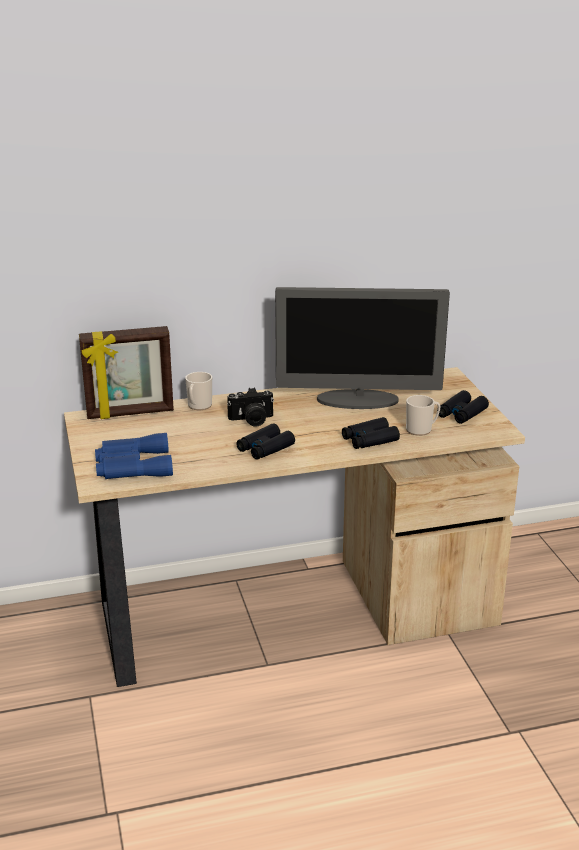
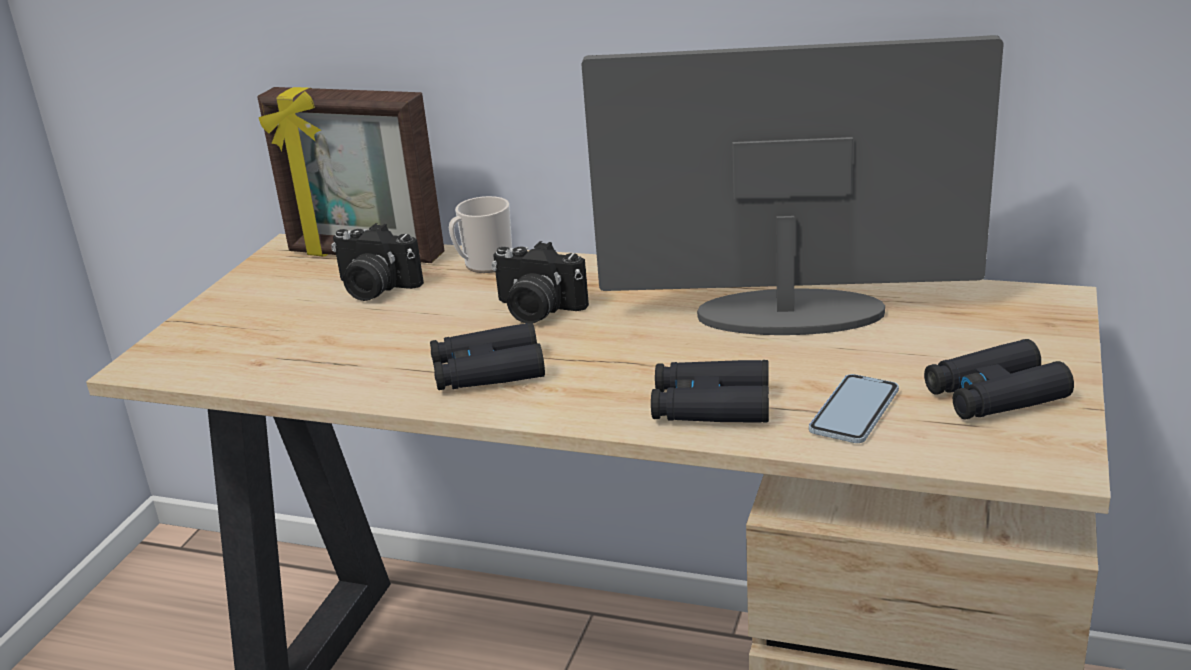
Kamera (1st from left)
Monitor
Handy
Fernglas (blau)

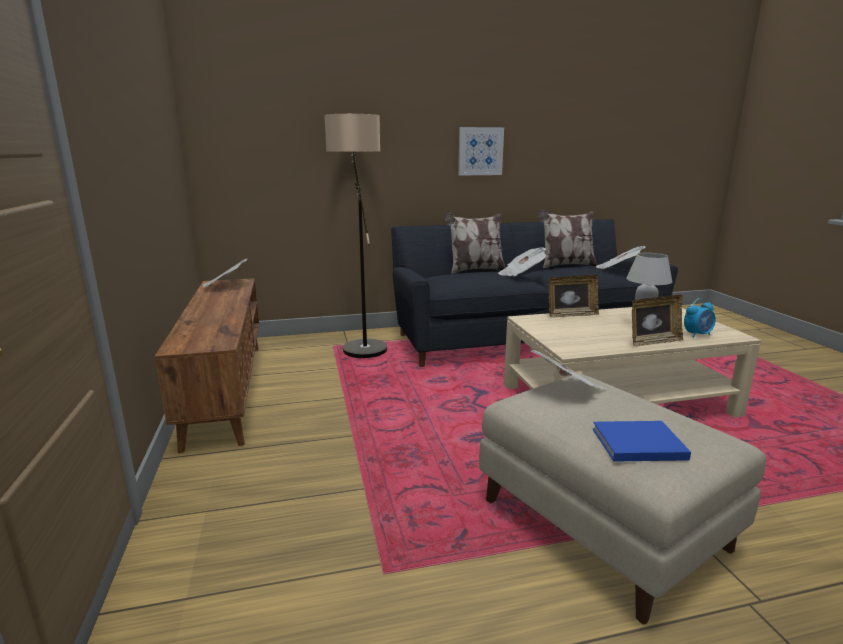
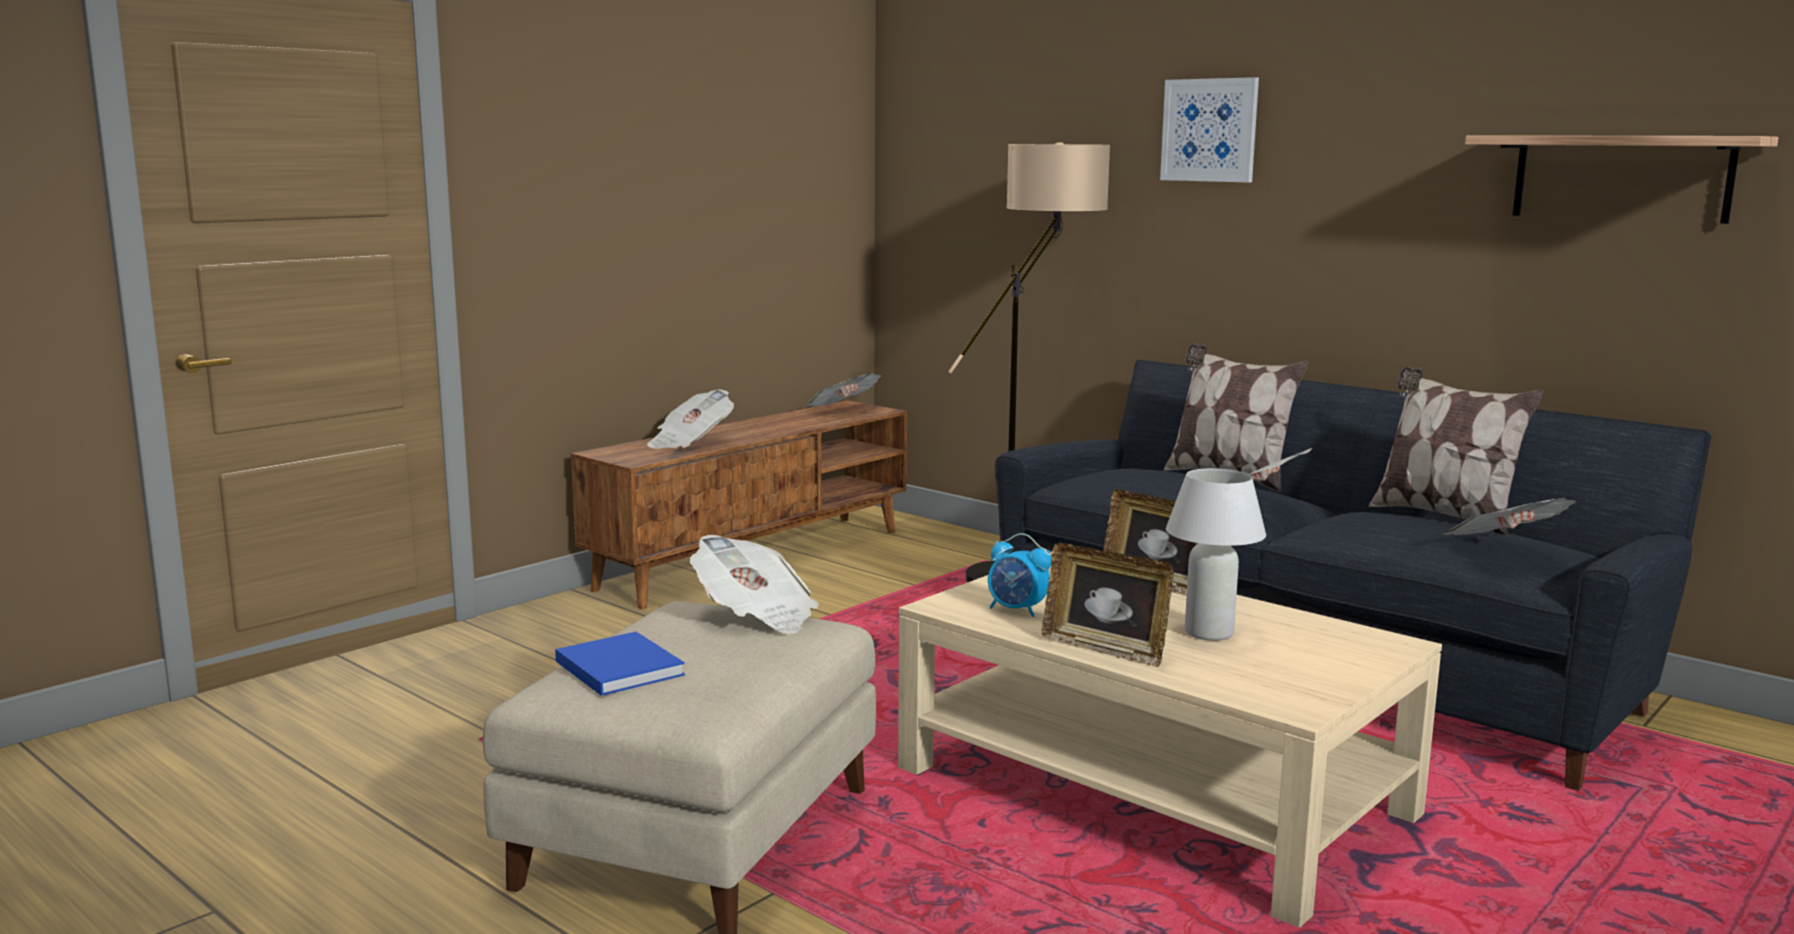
Zeitung (1st from left)
Wecker
Bild
Wandregal

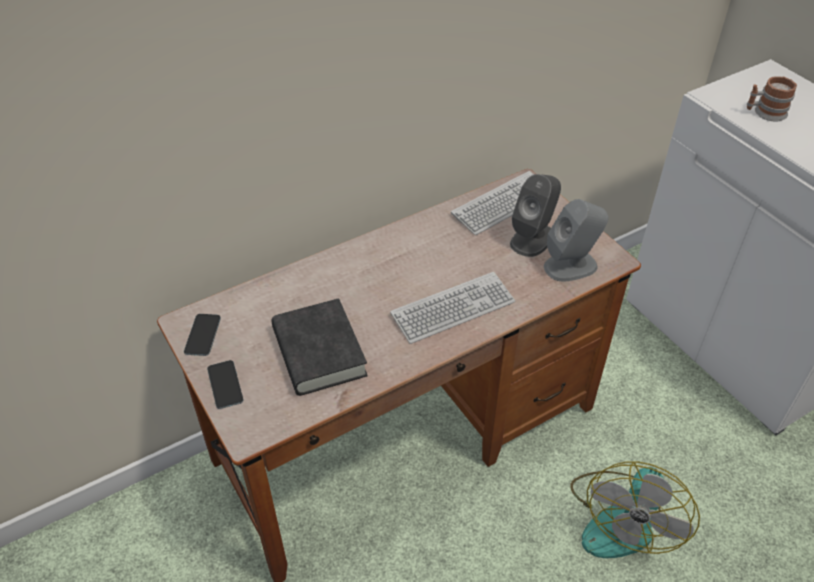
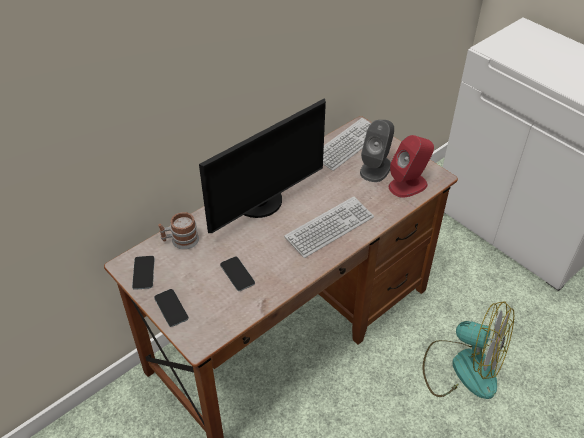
Henkelbecher
Monitor
Handy (3rd from left)
Lautsprecher (rot)
Ventilator

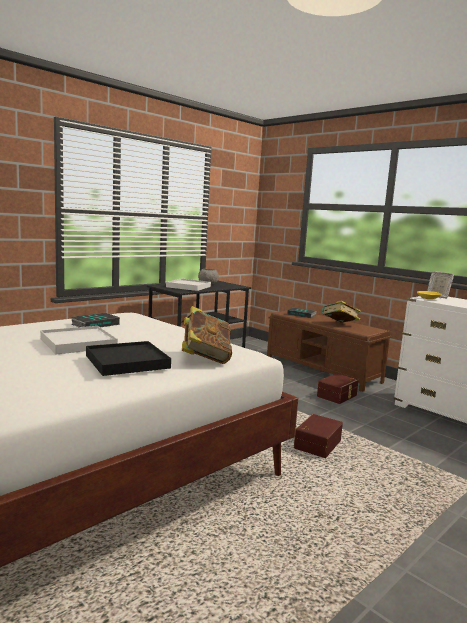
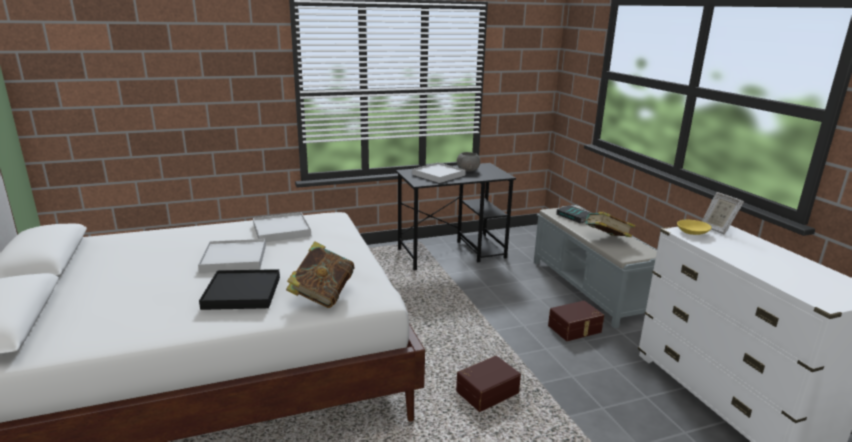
Tablett (weiß) (2nd from left)
Bank (grau)

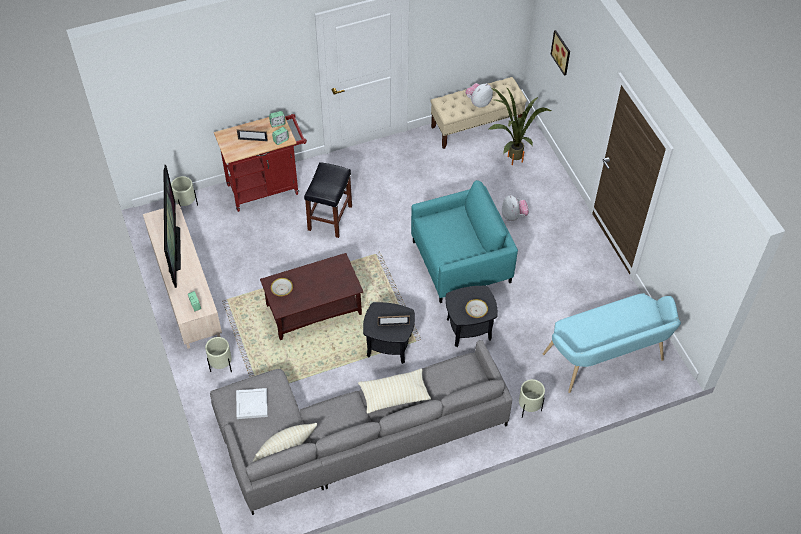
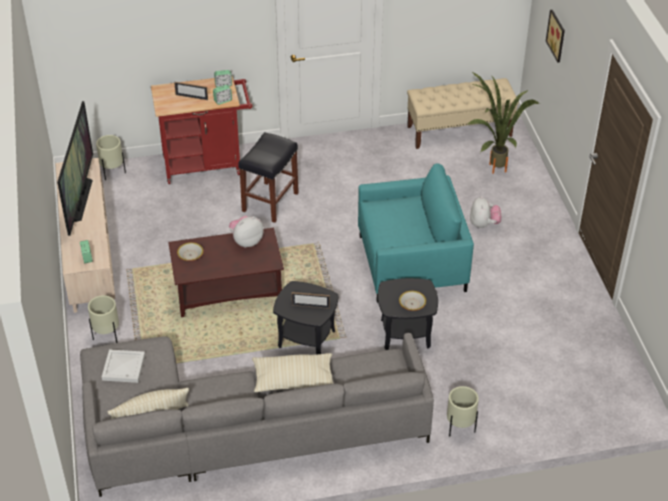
Plüschtier (1st from left)
Bank (türkis)

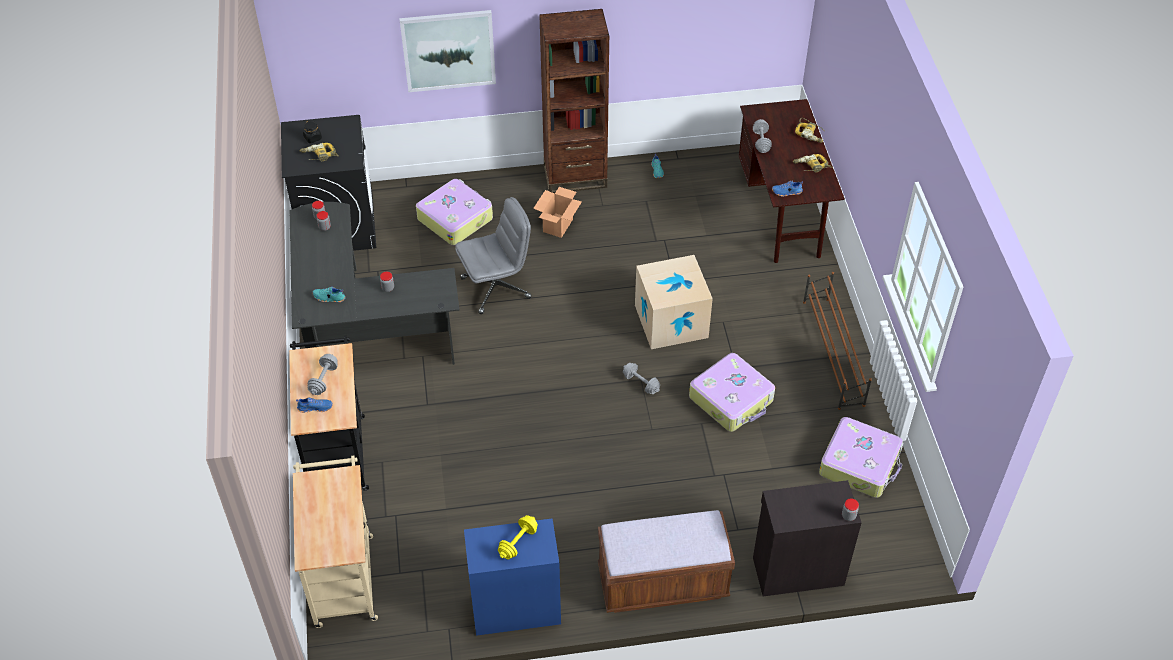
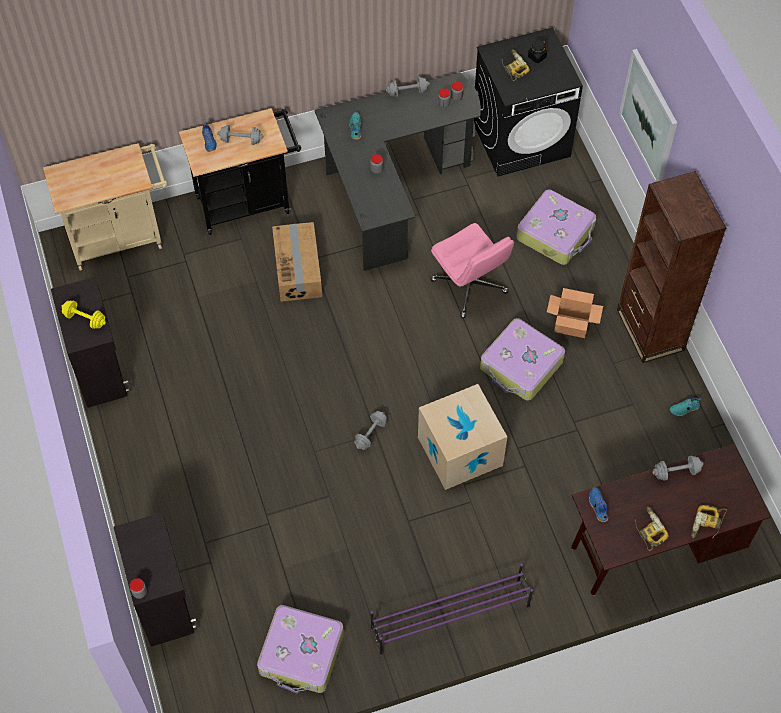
Schrank (schwarz) (1st from left)
Karton (1st from left)
Schuhregal (lila)
Hantel (grau) (3rd from left)
Bürostuhl (rosa)
Koffer (2nd from left)
Bank (braun)

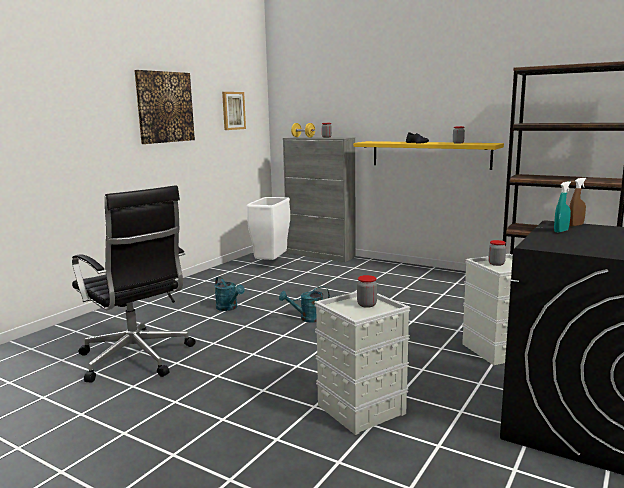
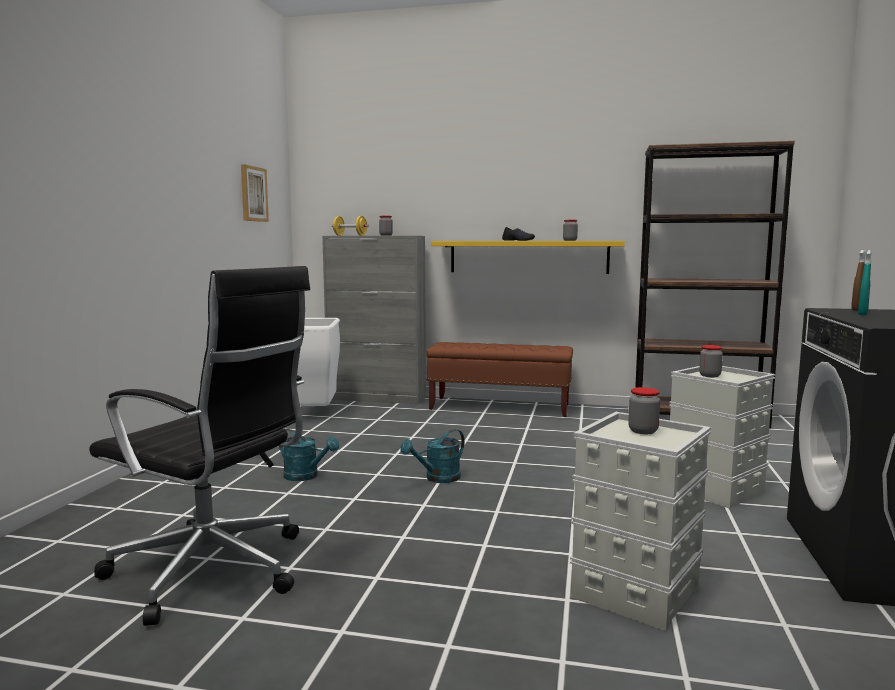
Bank (braun)
Bild (1st from left in the first image)

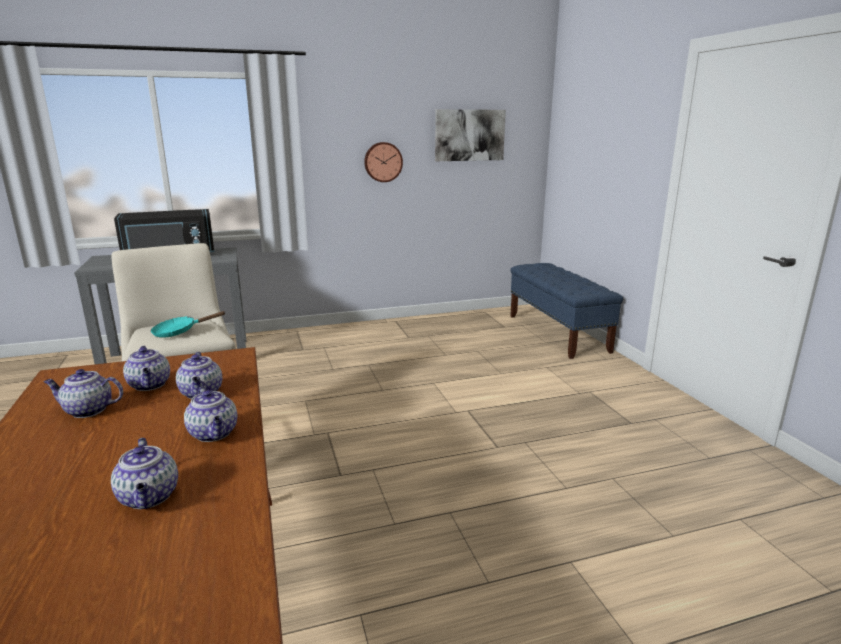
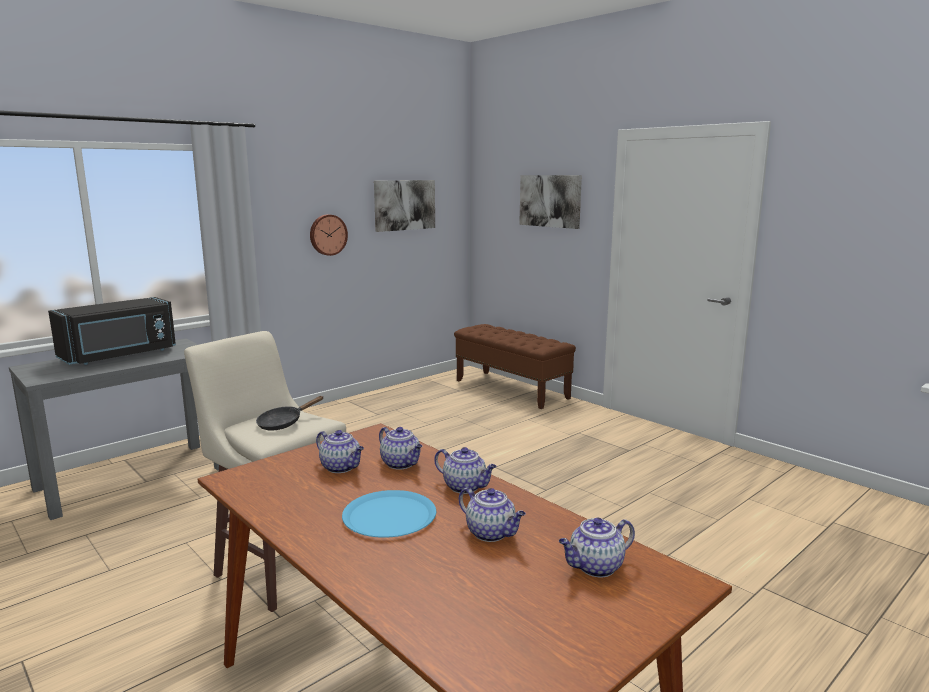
Pfanne (schwarz)
Teller (blau)
Bank (braun)
Bild (2nd from left)
Teekanne (5th from left)

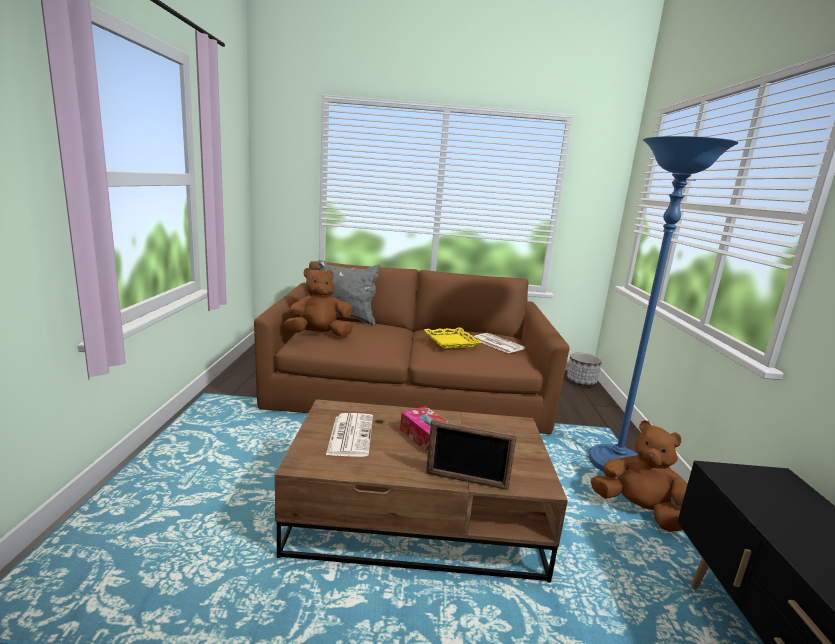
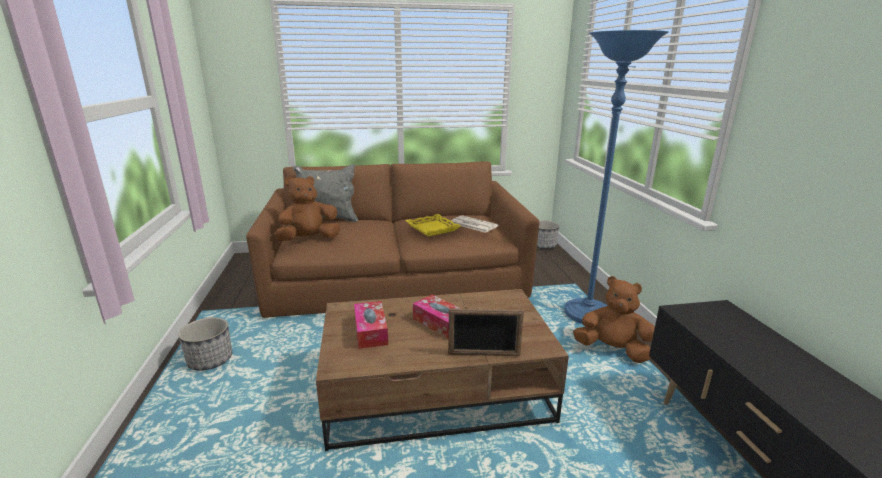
Pflanzkübel (1st from left)
Taschentuchbox (1st from left)

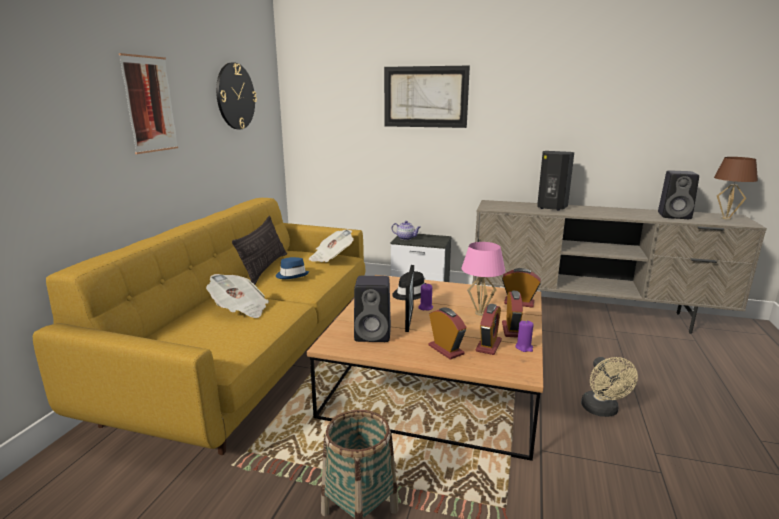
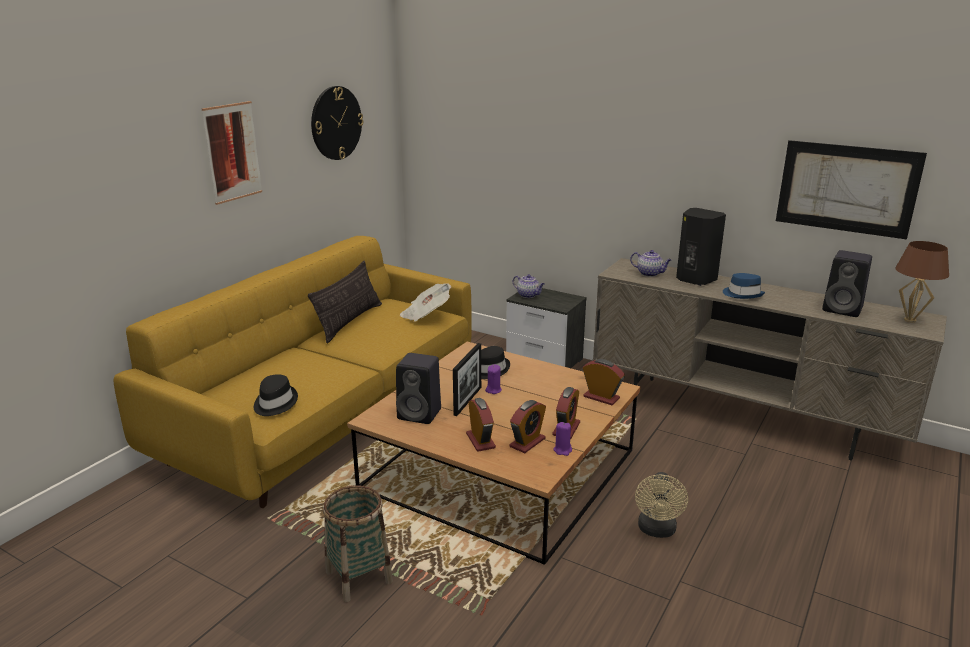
Hut (schwarz) (1st from left)
Teekanne (2nd from left)
Hut (blau)
Bild (2nd from left)
Zeitung (1st from left in the first image)
Tischlampe (rosa)

